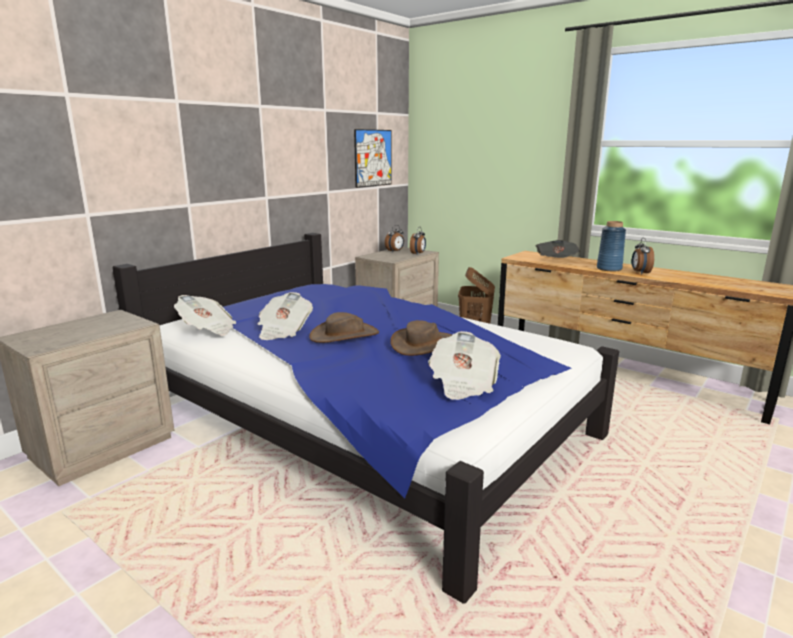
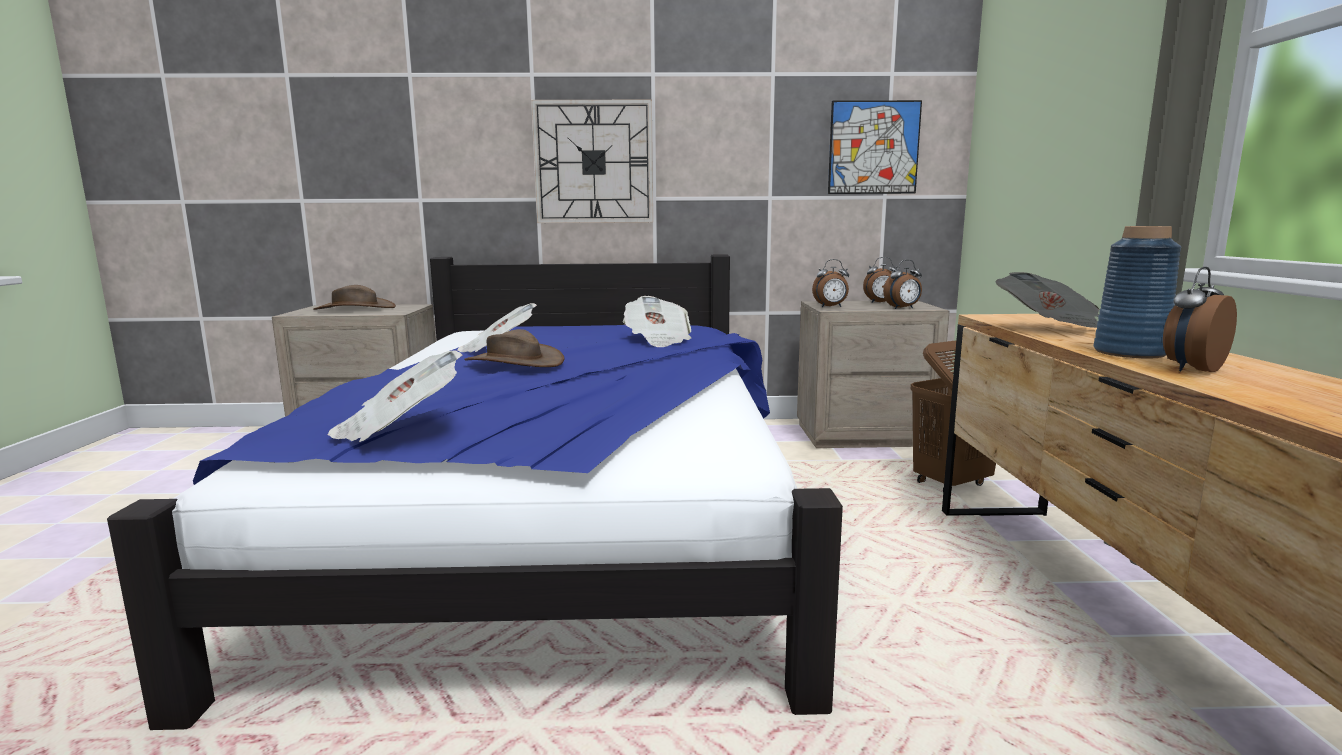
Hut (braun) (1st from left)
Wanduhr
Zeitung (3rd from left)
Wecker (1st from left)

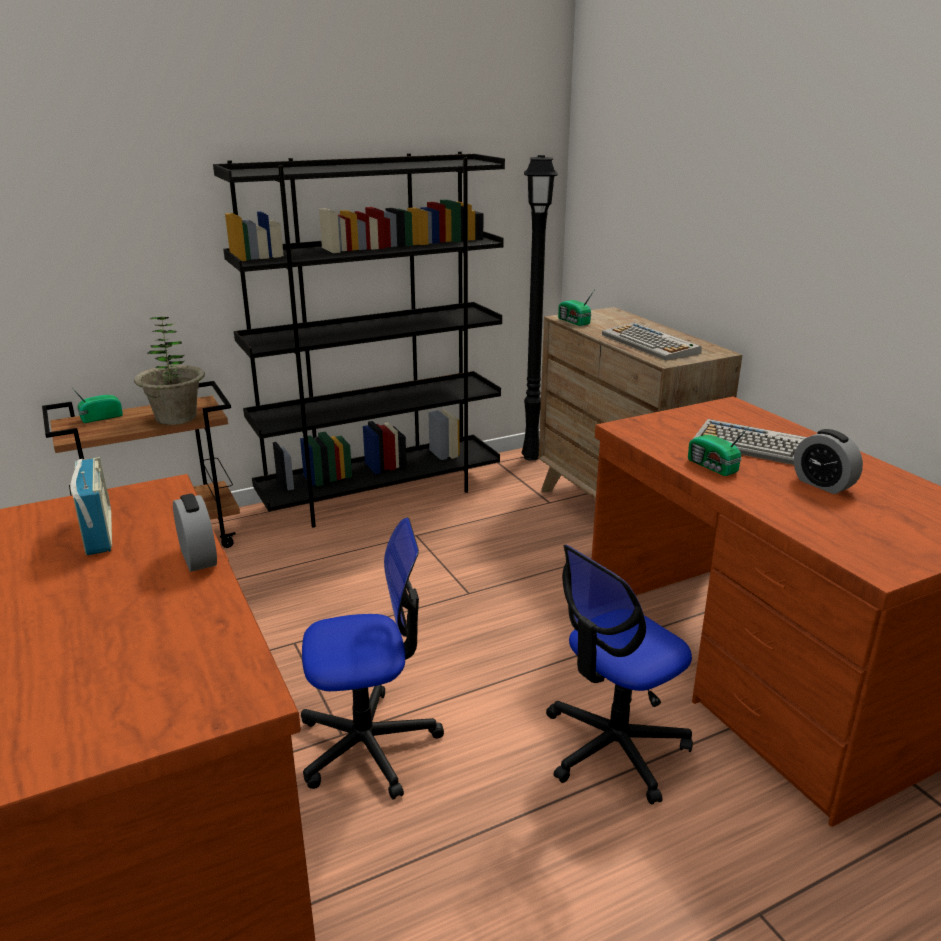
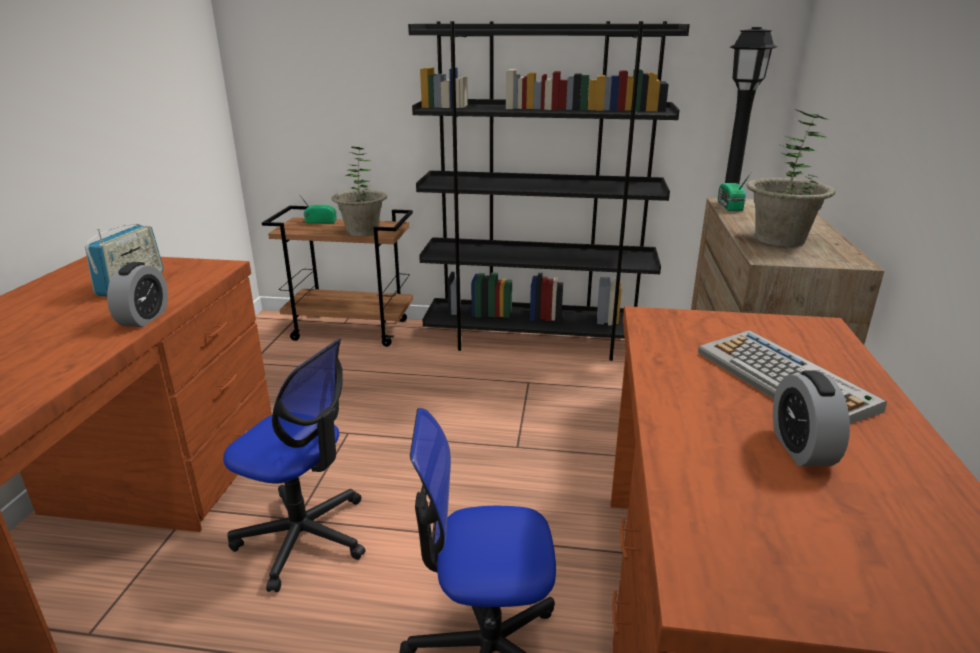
Topfpflanze (2nd from left)
Radio (4th from left in the first image)

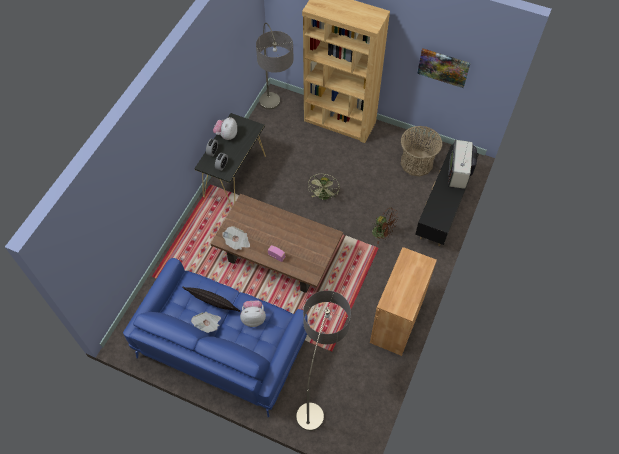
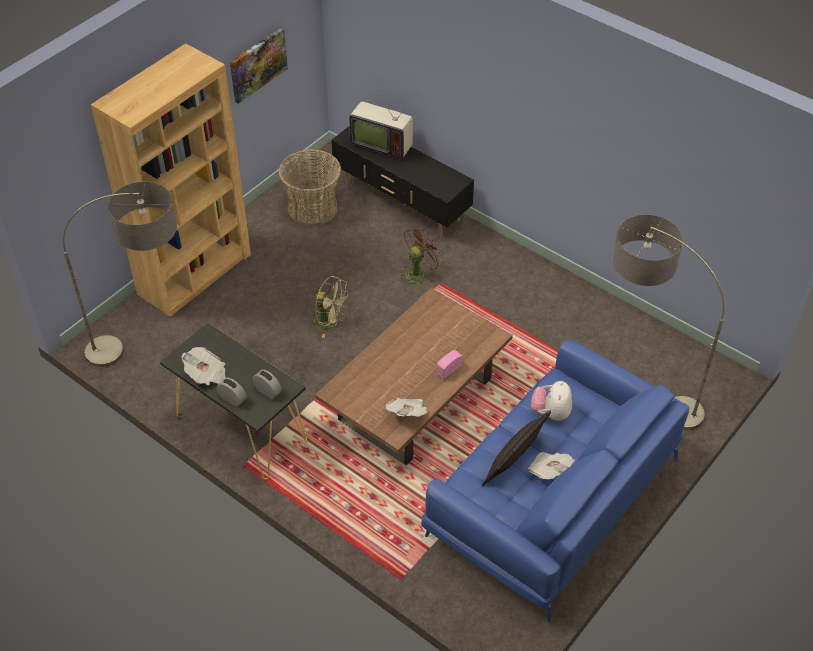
Zeitung (1st from left)
Schrank (braun)

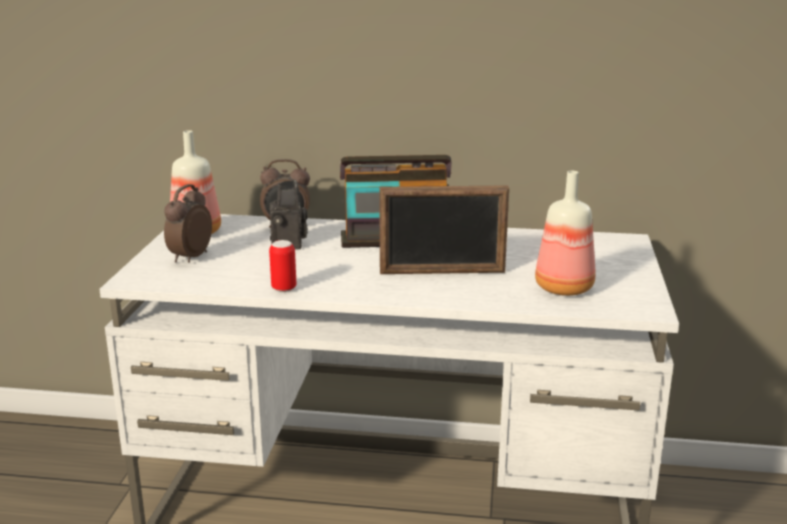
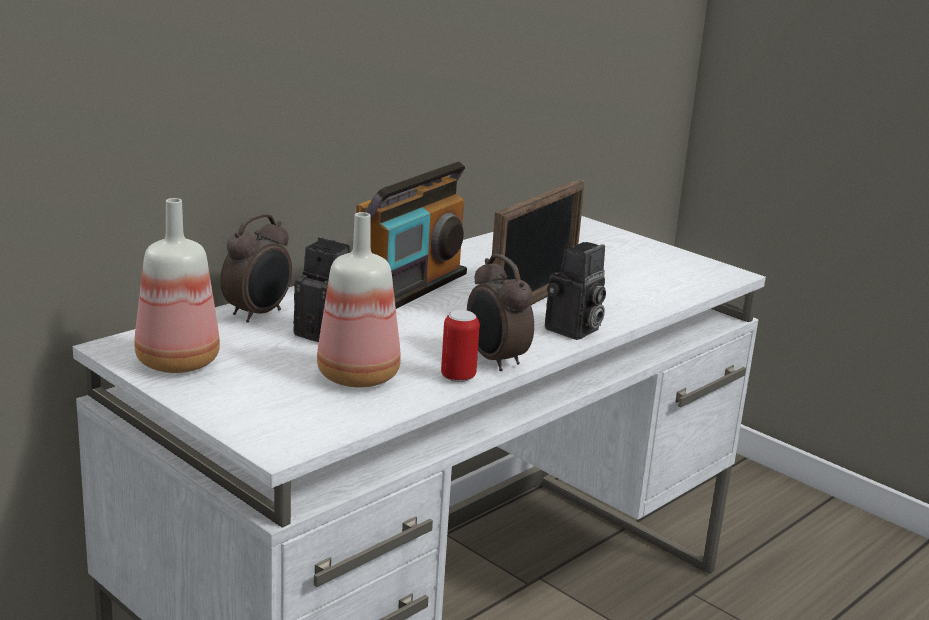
Flasche (2nd from left)
Wecker (2nd from left)
Kamera (2nd from left)

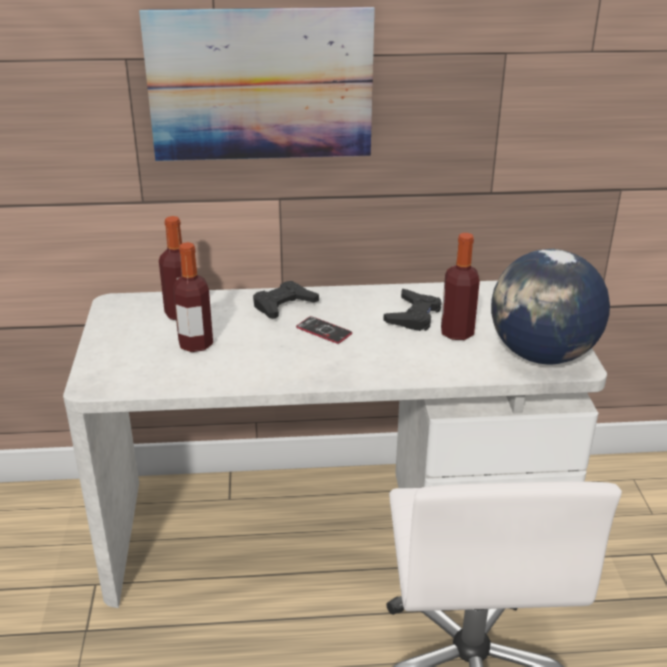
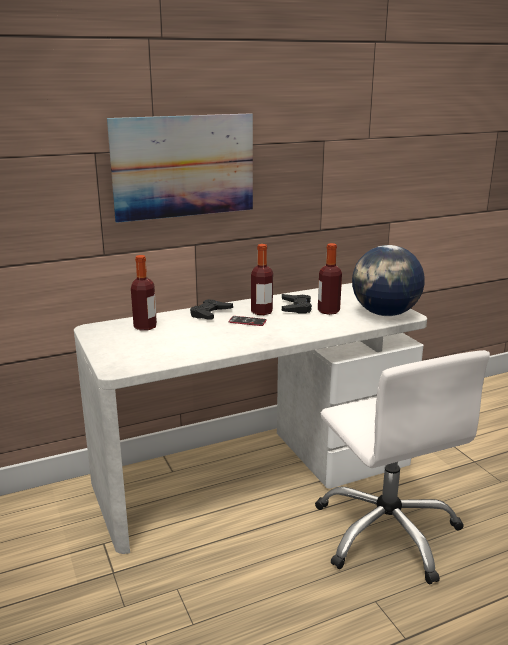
Flasche (2nd from left)

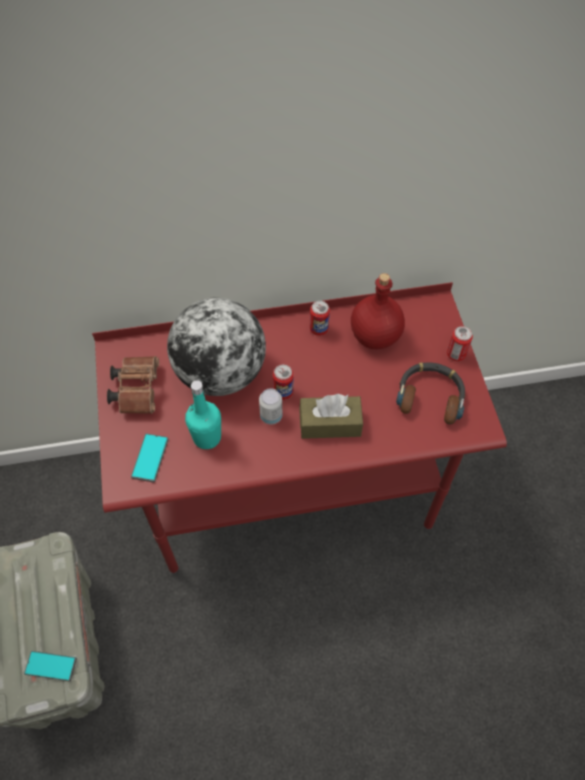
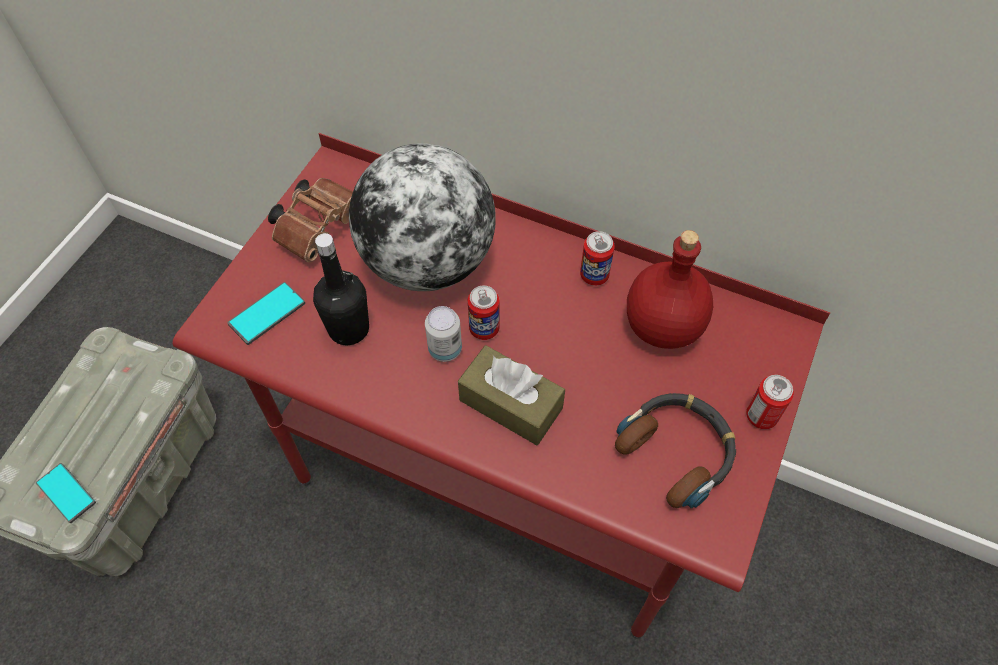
Flasche (schwarz)

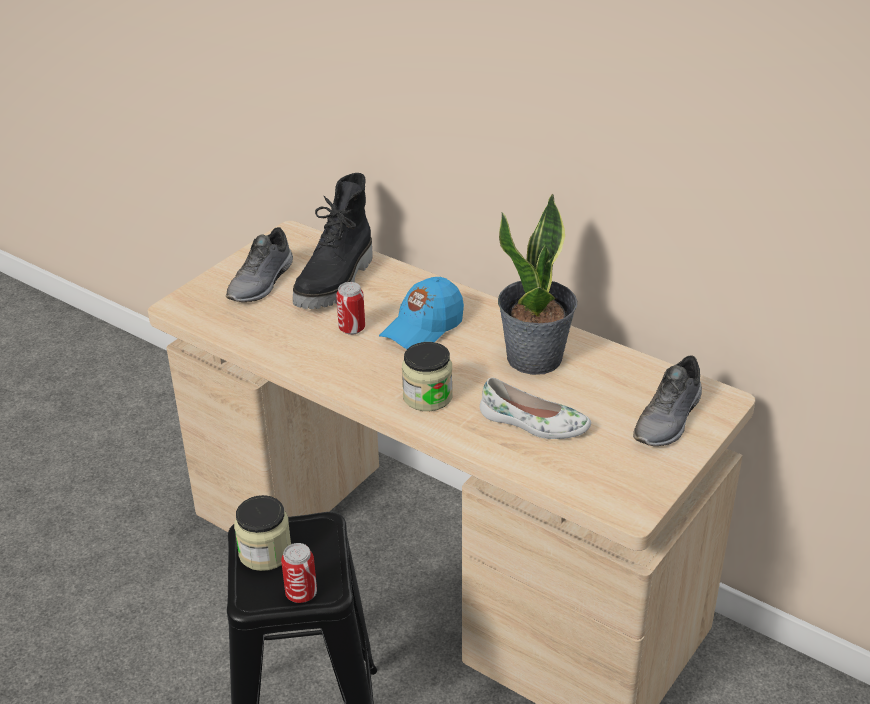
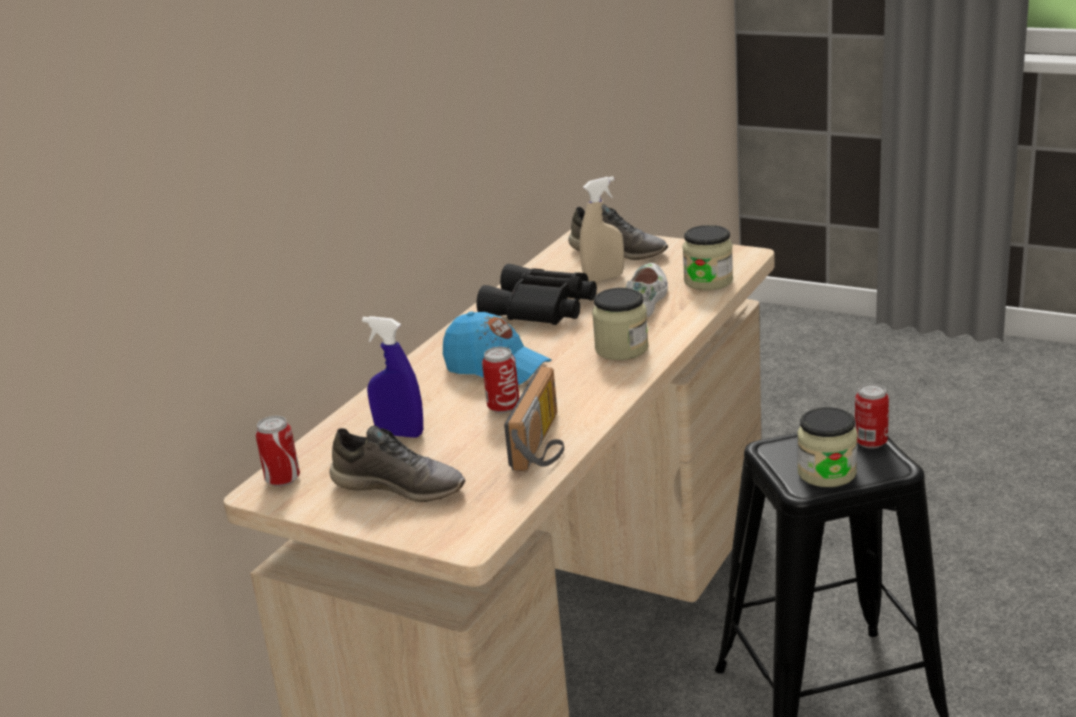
Dose (1st from left)
Sprühflasche (blau)
Fernglas (schwarz)
Radio
Sprühflasche (beige)
Vorratsglas (2nd from left)

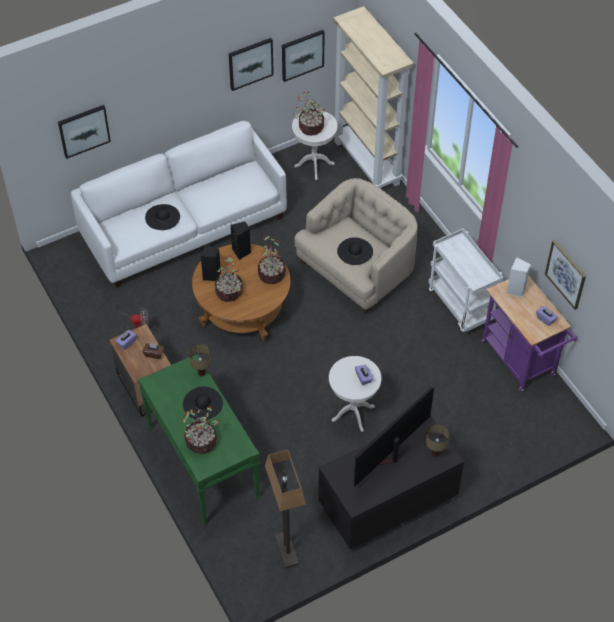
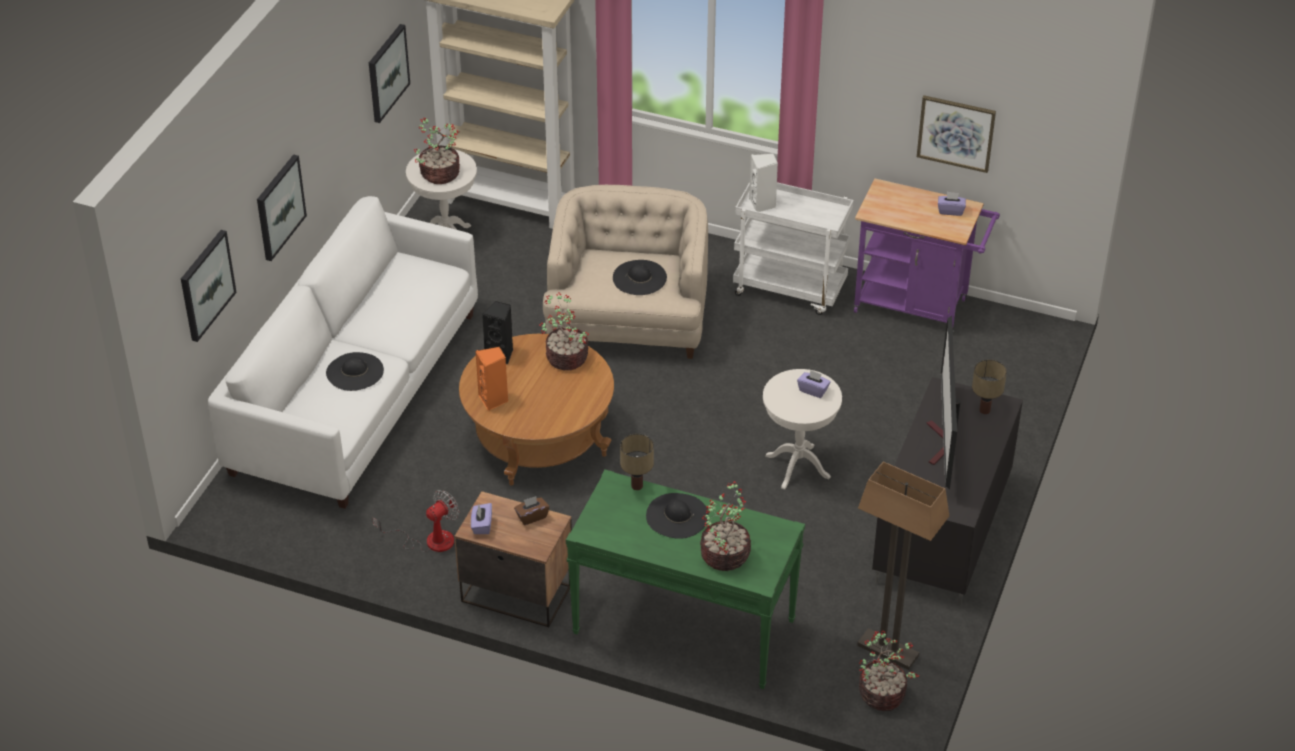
Bild (2nd from left)
Lautsprecher (orange)
Lautsprecher (weiß)
Topfpflanze (4th from left)

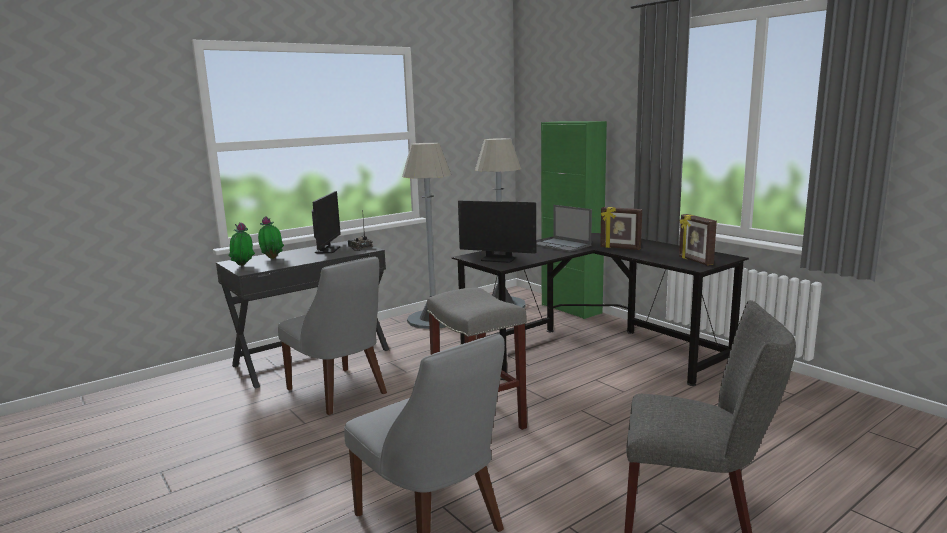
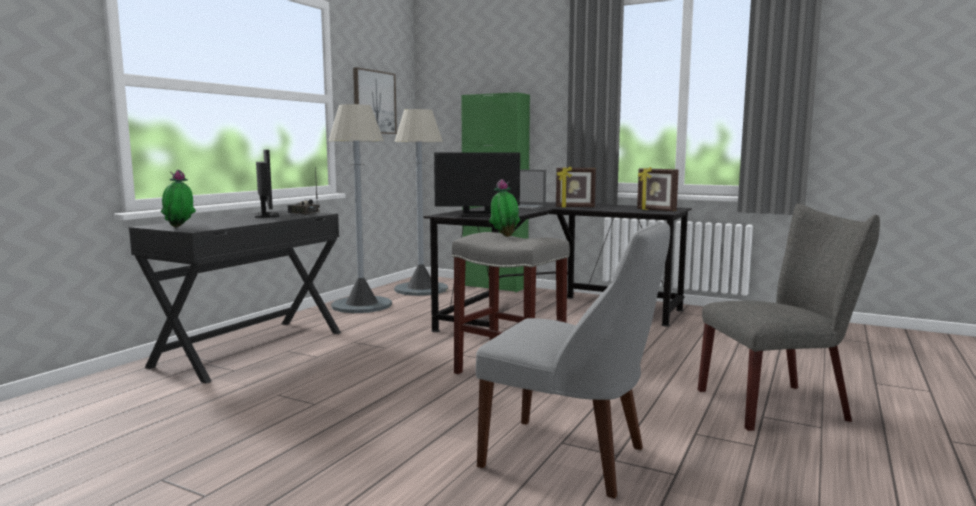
Bild
Topfpflanze (2nd from left)
Stuhl (grau) (1st from left in the first image)

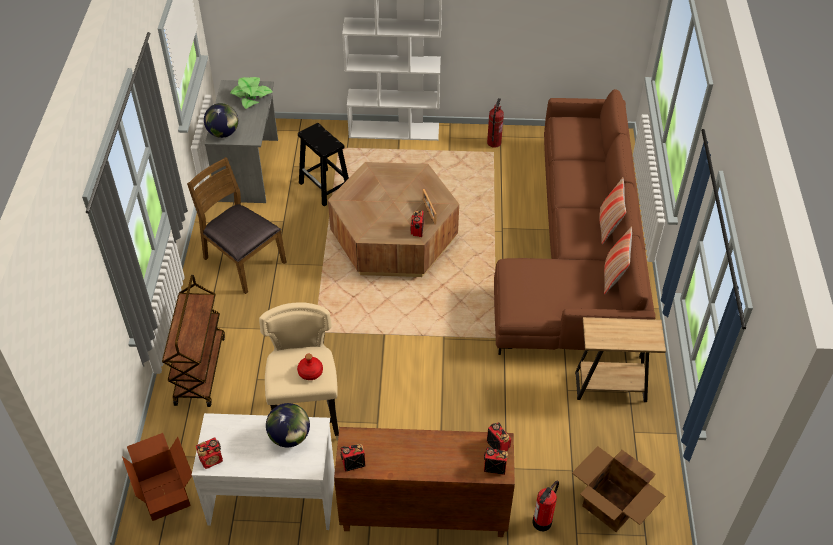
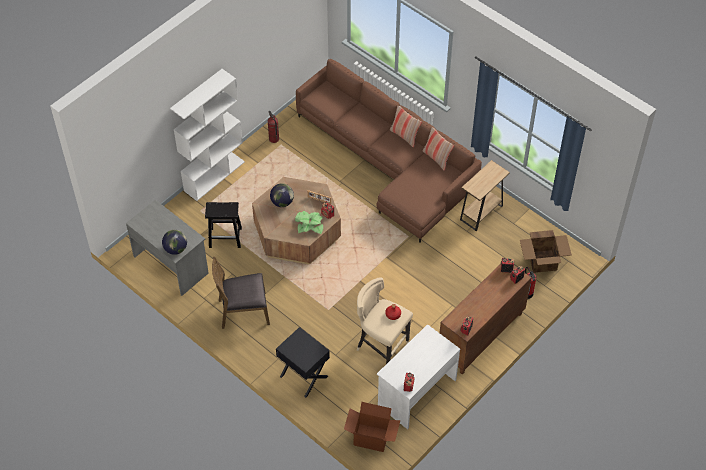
Globus (2nd from left)
Nachttisch (schwarz)
Topfpflanze

